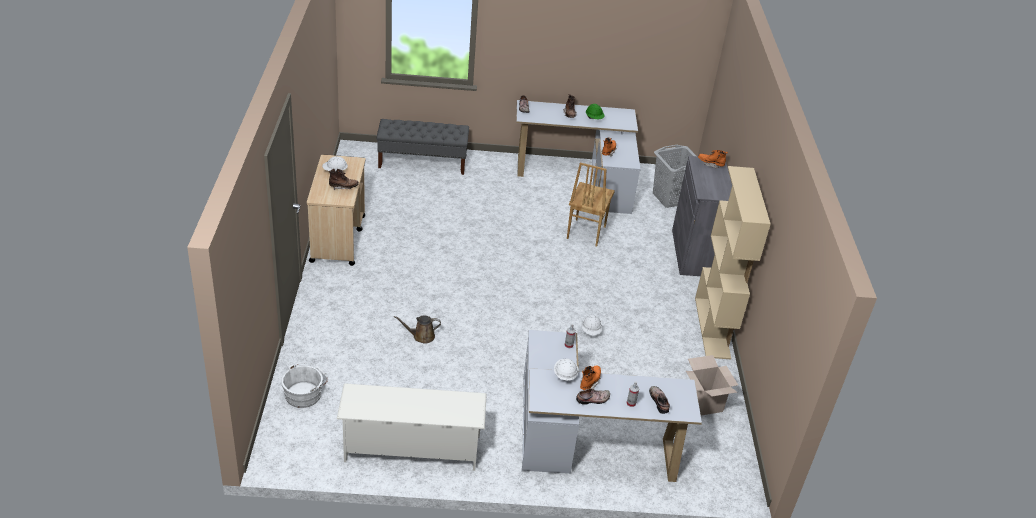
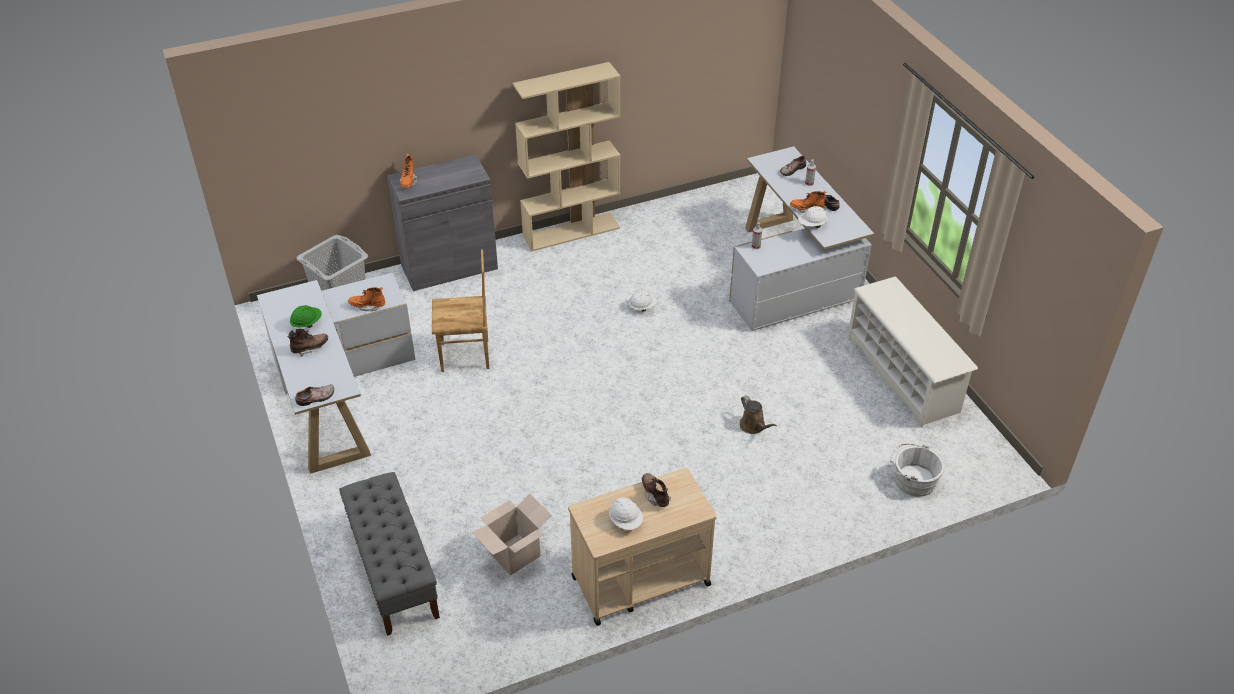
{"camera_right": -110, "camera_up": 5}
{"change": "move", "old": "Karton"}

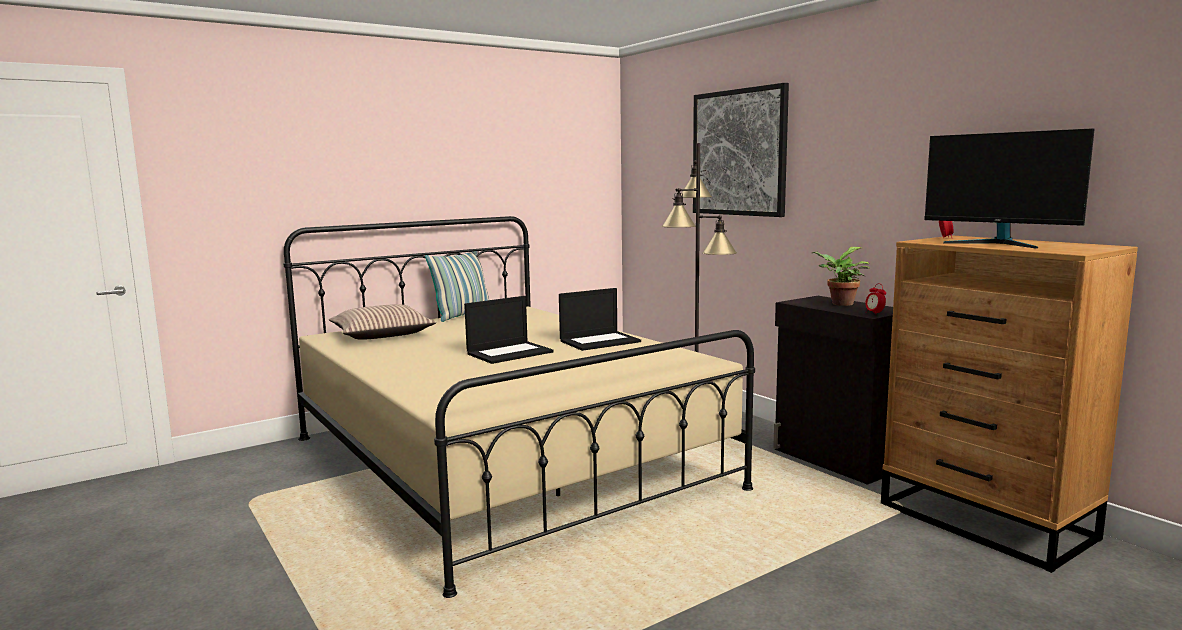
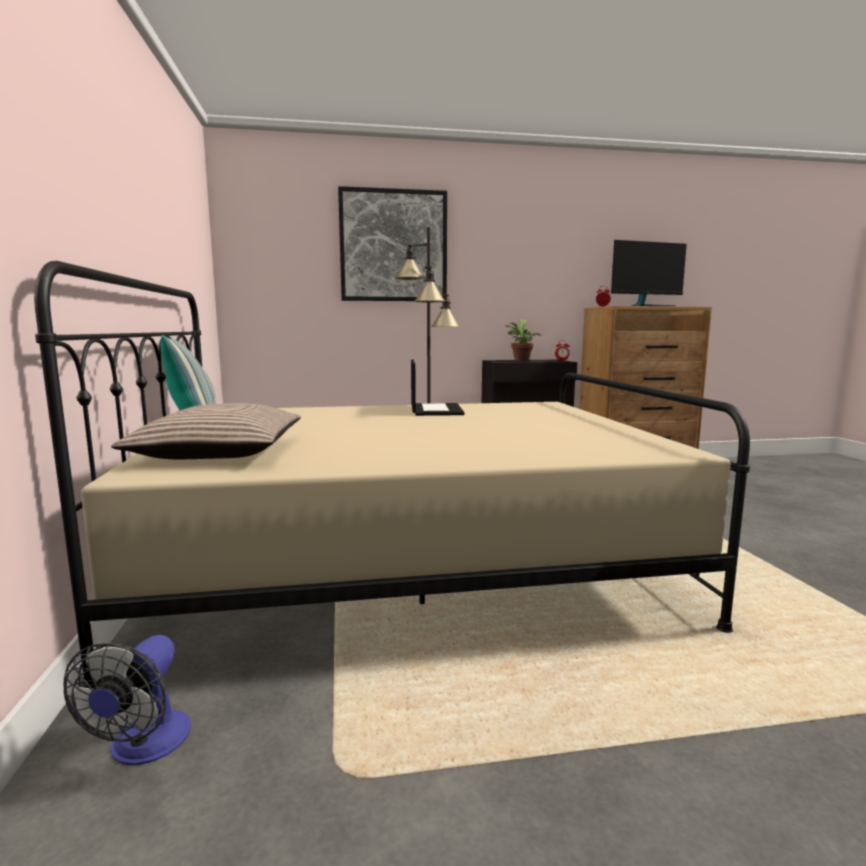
{"camera_right": -65, "camera_up": 0}
{"change": "delete", "old": "Laptop (1st from left)"}
{"change": "insert", "new": "Ventilator"}

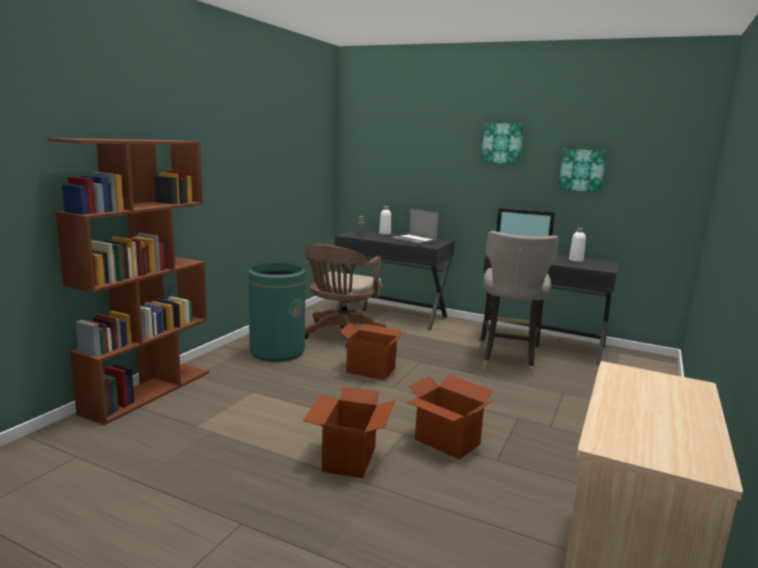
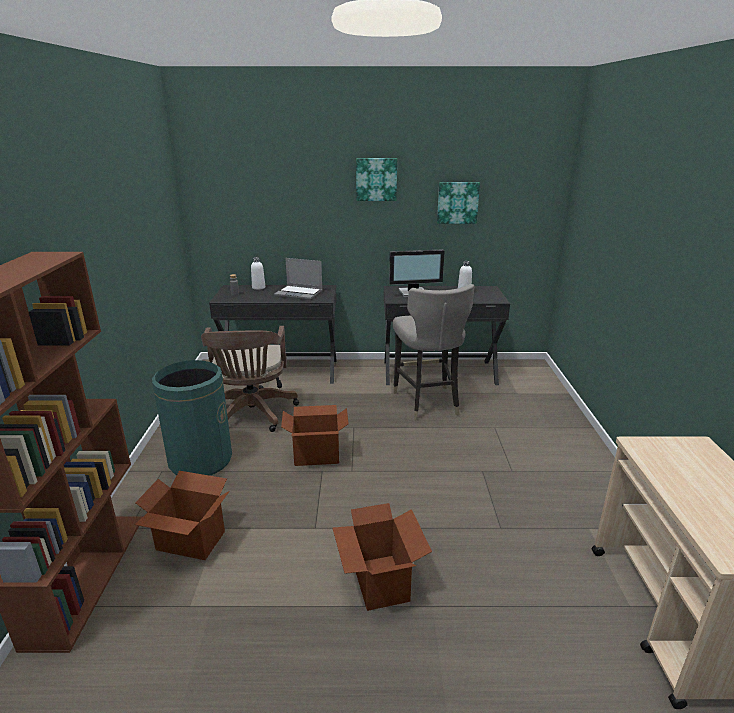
{"camera_right": -25, "camera_up": 10}
{"change": "move", "old": "Karton (3rd from left in the first image)", "new": "Karton (1st from left)"}

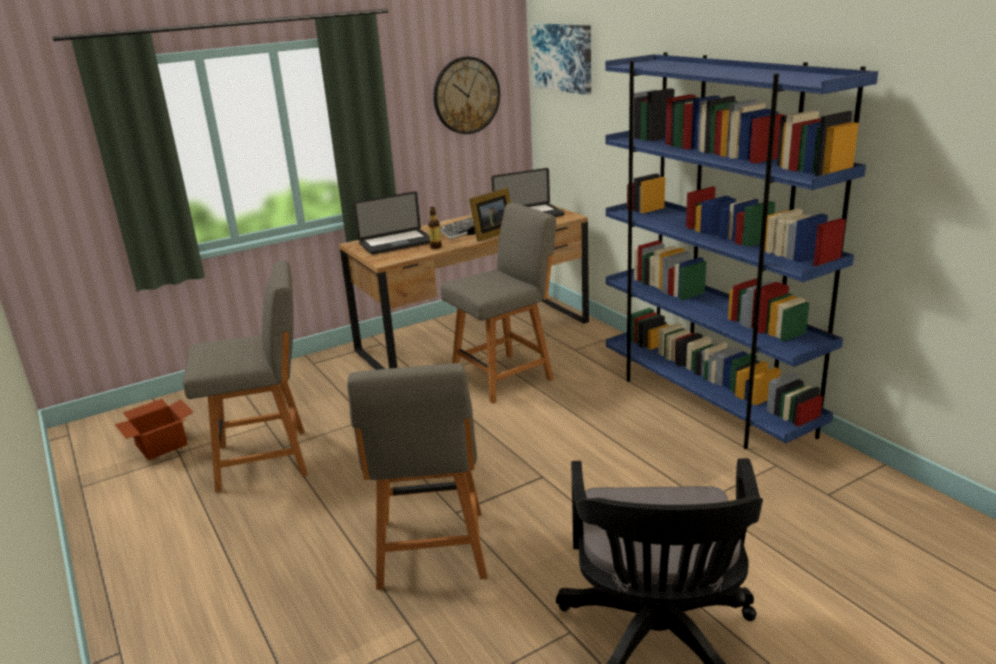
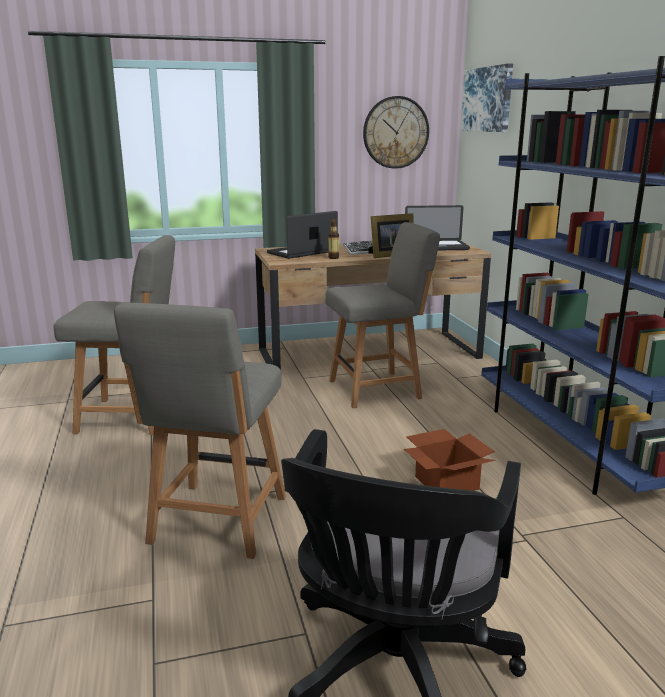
{"camera_right": 15, "camera_up": -5}
{"change": "move", "old": "Karton"}
{"change": "rotate", "old": "Laptop (1st from left)", "degrees": 150}

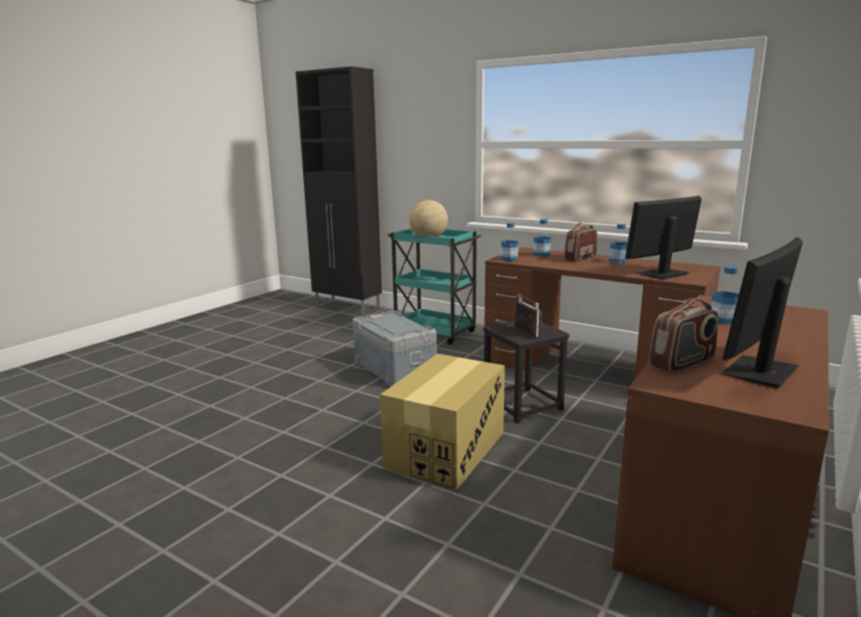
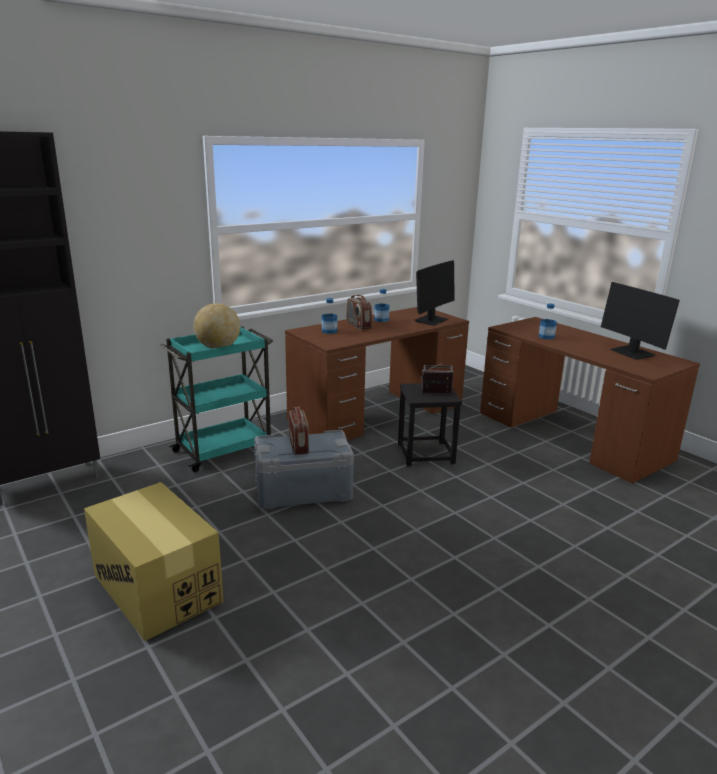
{"camera_right": -70, "camera_up": 5}
{"change": "move", "old": "Karton"}
{"change": "delete", "old": "Flasche (1st from left)"}
{"change": "rotate", "old": "Monitor (1st from left)", "degrees": -135}
{"change": "move", "old": "Radio (3rd from left in the first image)", "new": "Radio (1st from left)"}

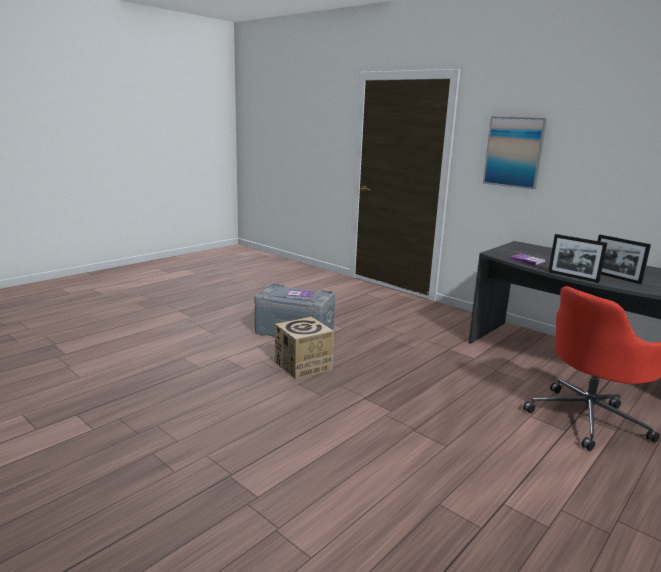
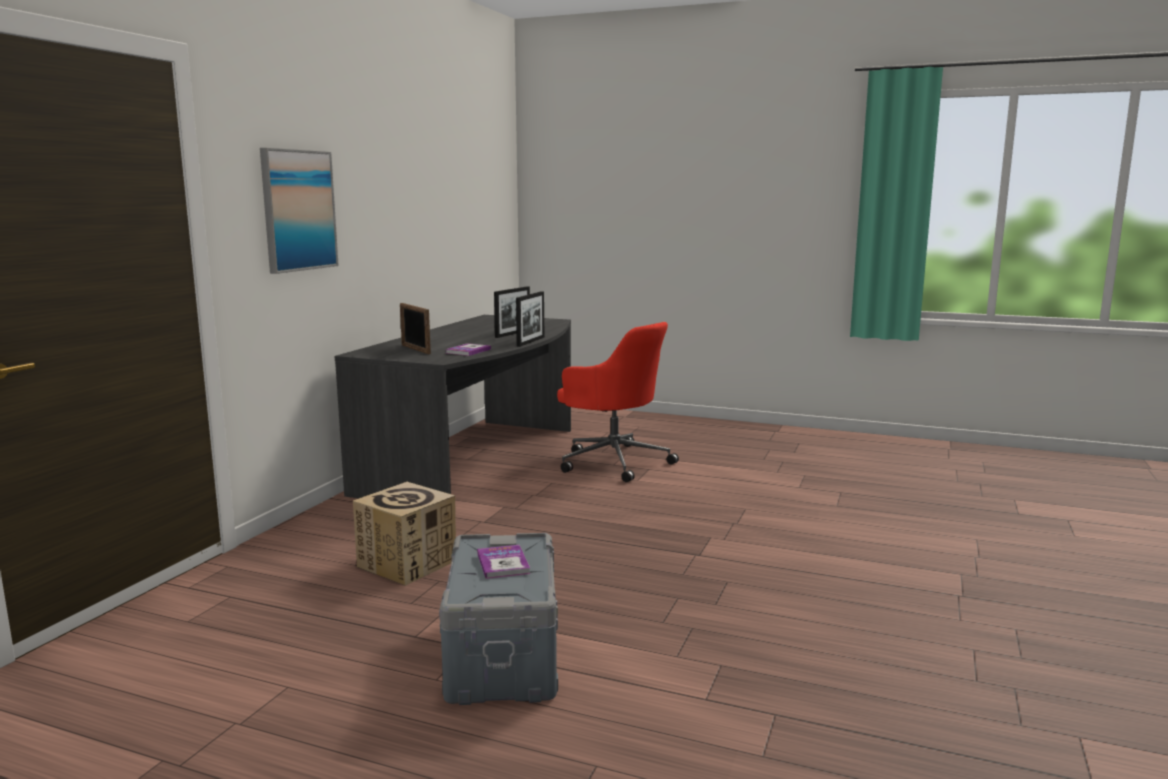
{"camera_right": -110, "camera_up": -5}
{"change": "move", "old": "Karton"}
{"change": "insert", "new": "Bilderrahmen (1st from left)"}

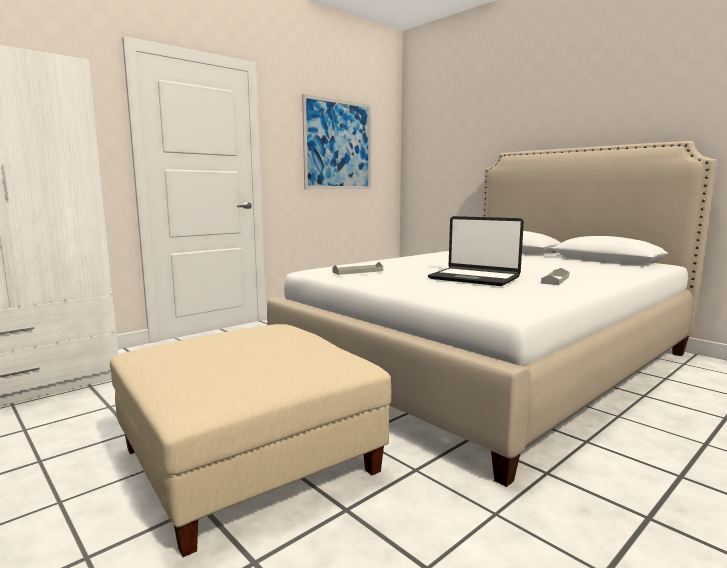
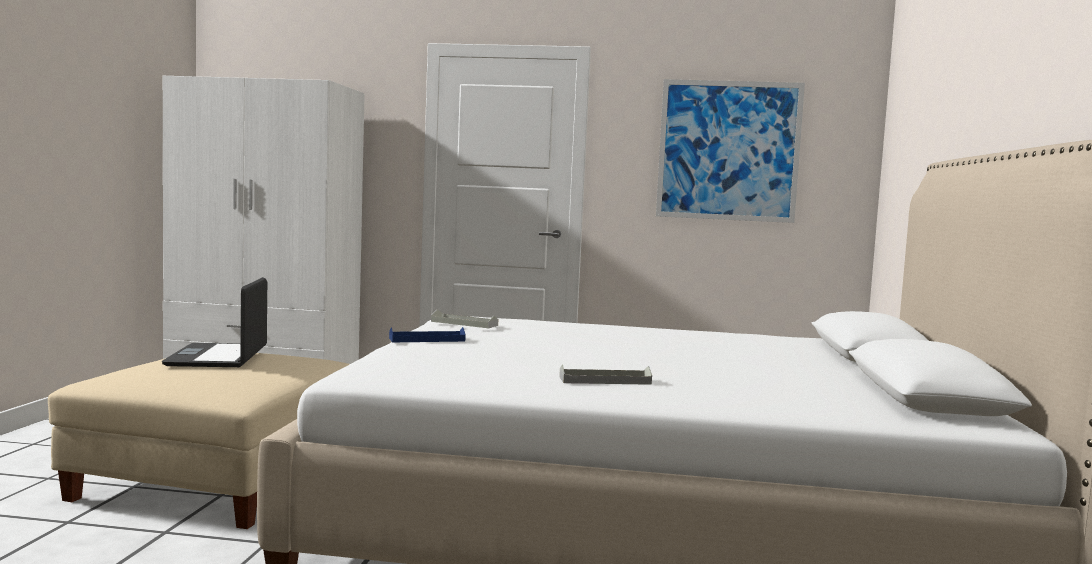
{"camera_right": 50, "camera_up": -5}
{"change": "move", "old": "Laptop"}
{"change": "insert", "new": "Tablett [blau]"}

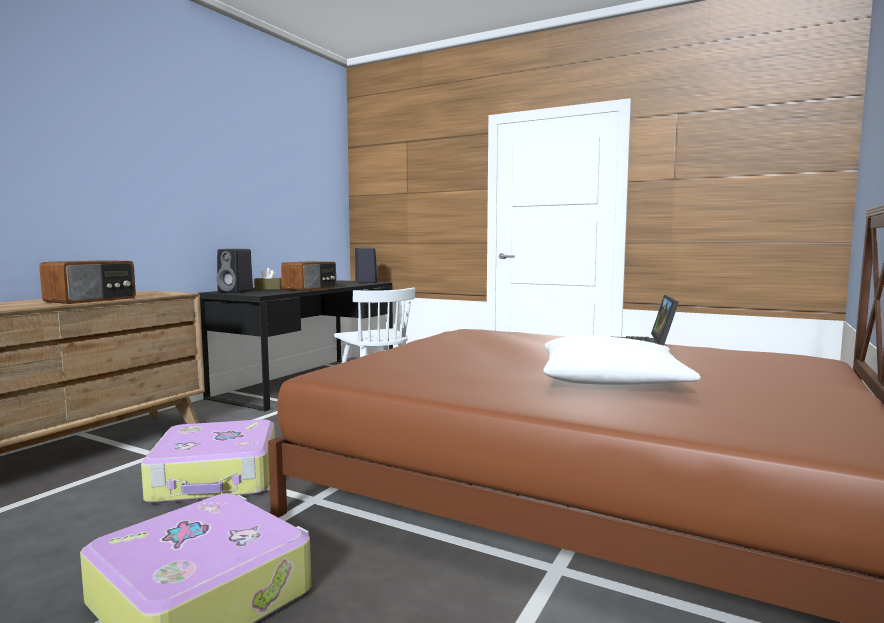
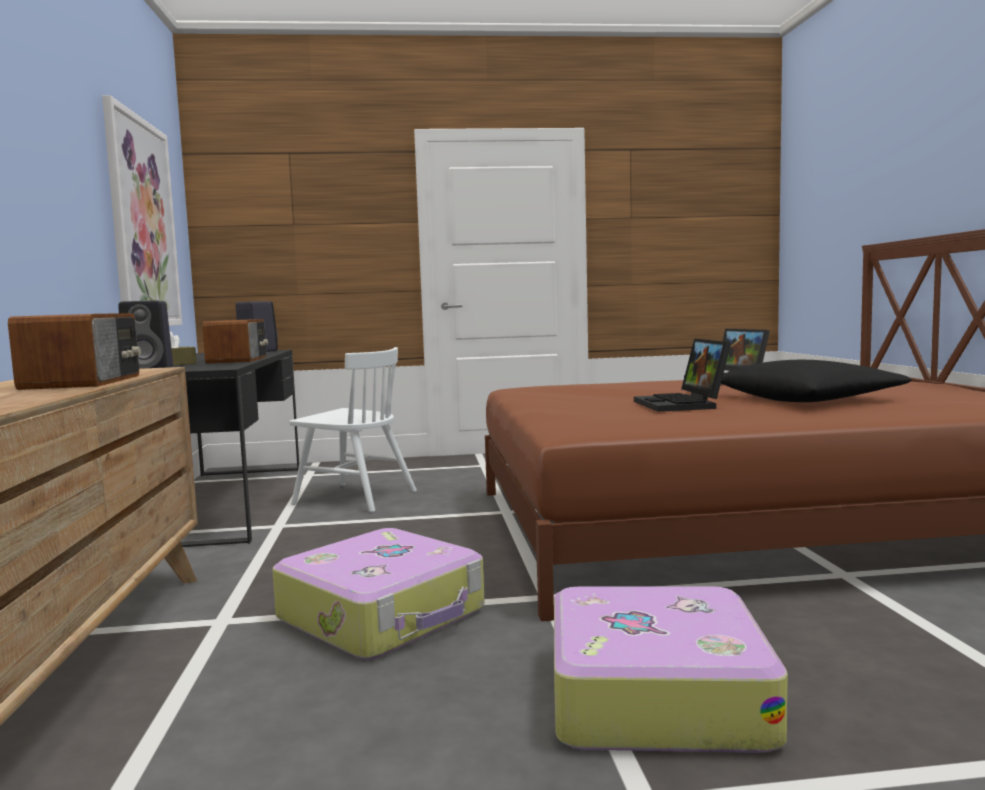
{"camera_right": -35, "camera_up": 0}
{"change": "recolor", "old": "Kissen [weiß]", "new": "Kissen [schwarz]"}
{"change": "insert", "new": "Bild"}
{"change": "insert", "new": "Laptop (1st from left)"}

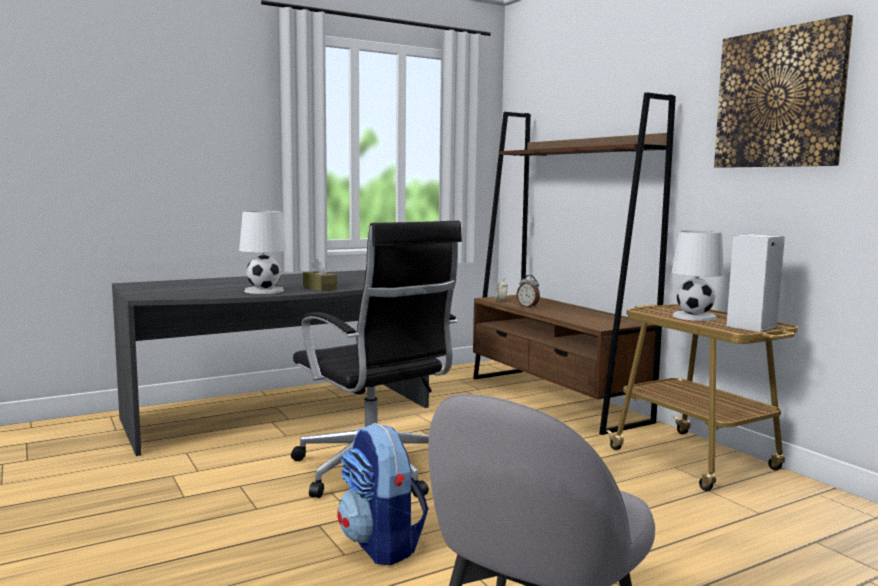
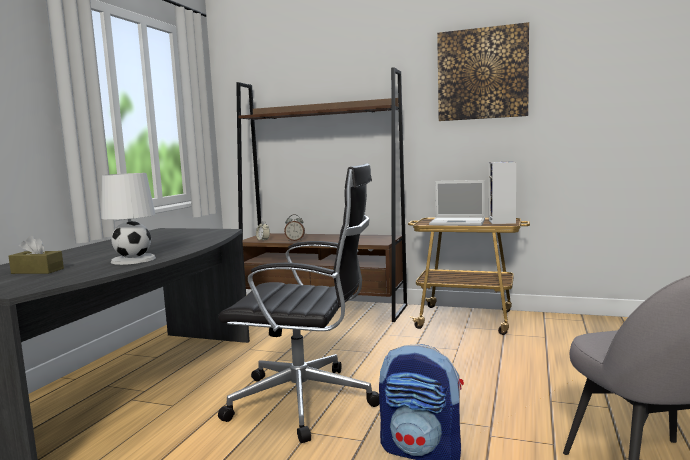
{"camera_right": -40, "camera_up": 0}
{"change": "move", "old": "Taschentuchbox [braun]"}
{"change": "replace", "old": "Tischlampe [weiß] (2nd from left)", "new": "Laptop"}

